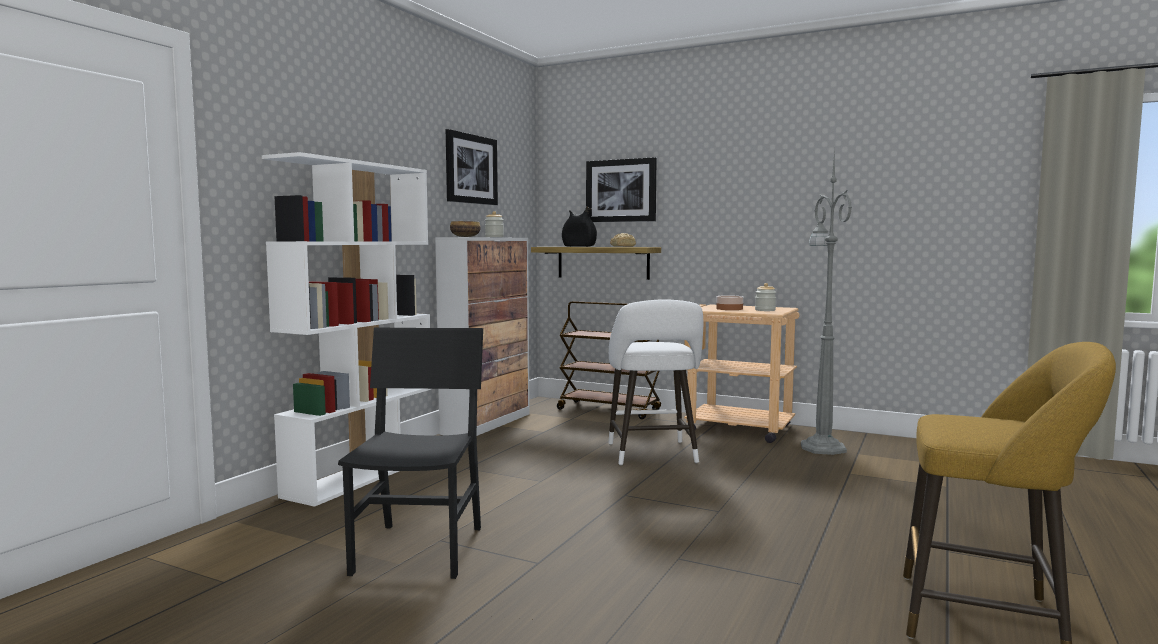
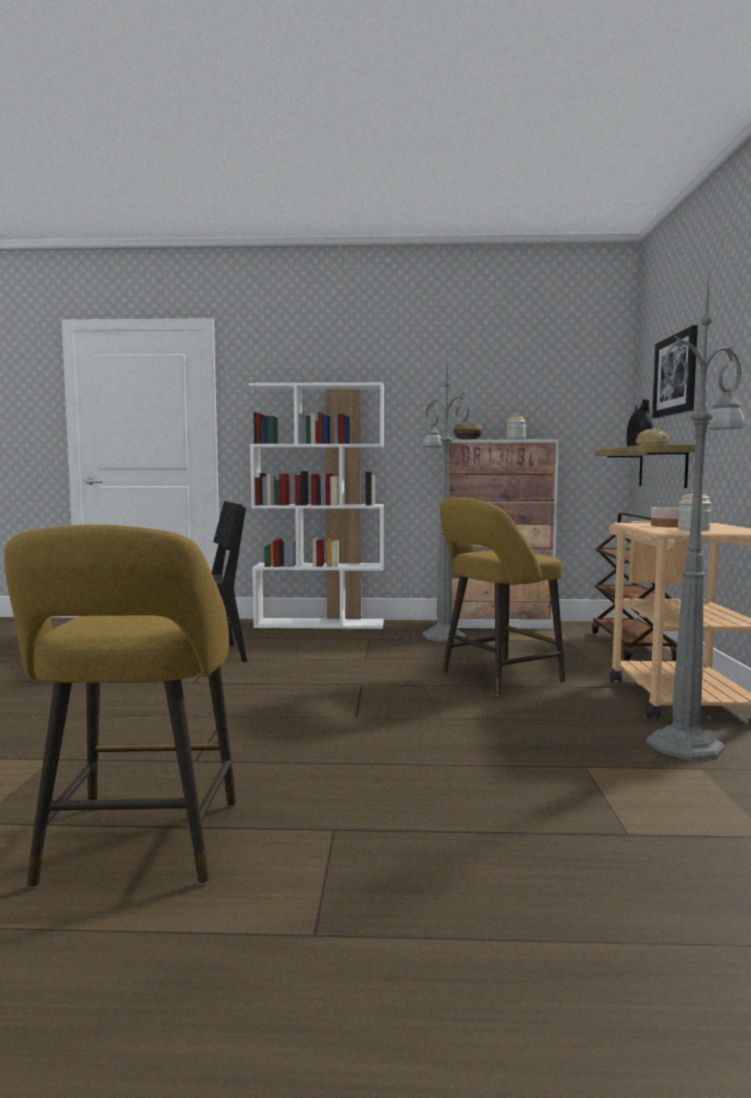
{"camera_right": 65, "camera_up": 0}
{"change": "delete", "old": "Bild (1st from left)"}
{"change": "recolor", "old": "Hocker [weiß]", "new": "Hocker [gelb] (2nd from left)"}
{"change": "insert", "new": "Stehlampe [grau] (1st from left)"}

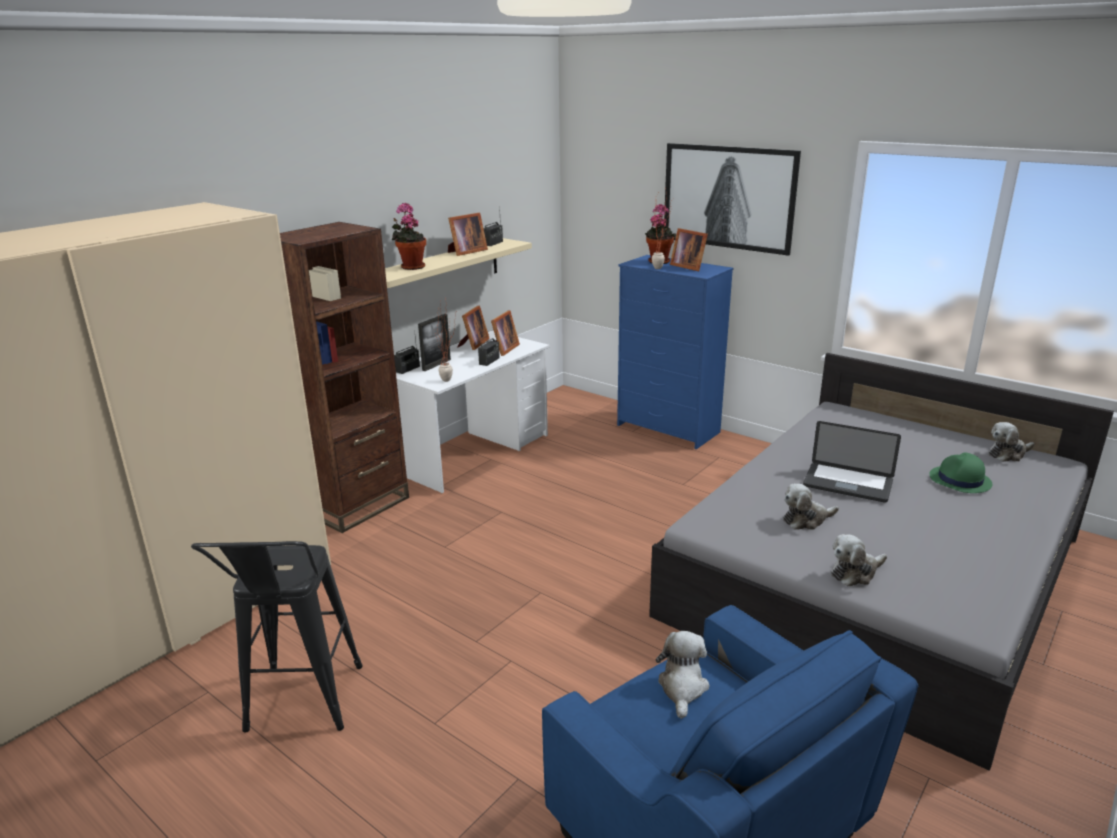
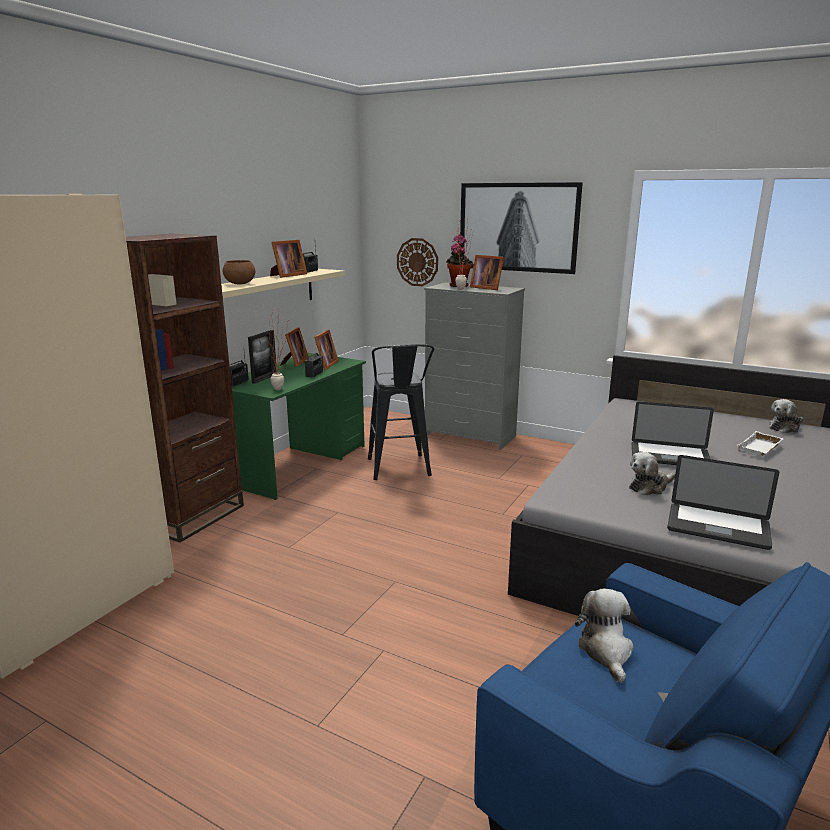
{"camera_right": -10, "camera_up": -5}
{"change": "move", "old": "Hocker [schwarz]"}
{"change": "replace", "old": "Topfpflanze (1st from left)", "new": "Schüssel [braun]"}
{"change": "recolor", "old": "Schreibtisch [weiß]", "new": "Schreibtisch [grün]"}
{"change": "recolor", "old": "Kommode [blau]", "new": "Kommode [grau]"}
{"change": "replace", "old": "Plüschtier (3rd from left)", "new": "Laptop (2nd from left)"}
{"change": "replace", "old": "Hut [grün]", "new": "Tablett [weiß]"}
{"change": "insert", "new": "Wanduhr"}

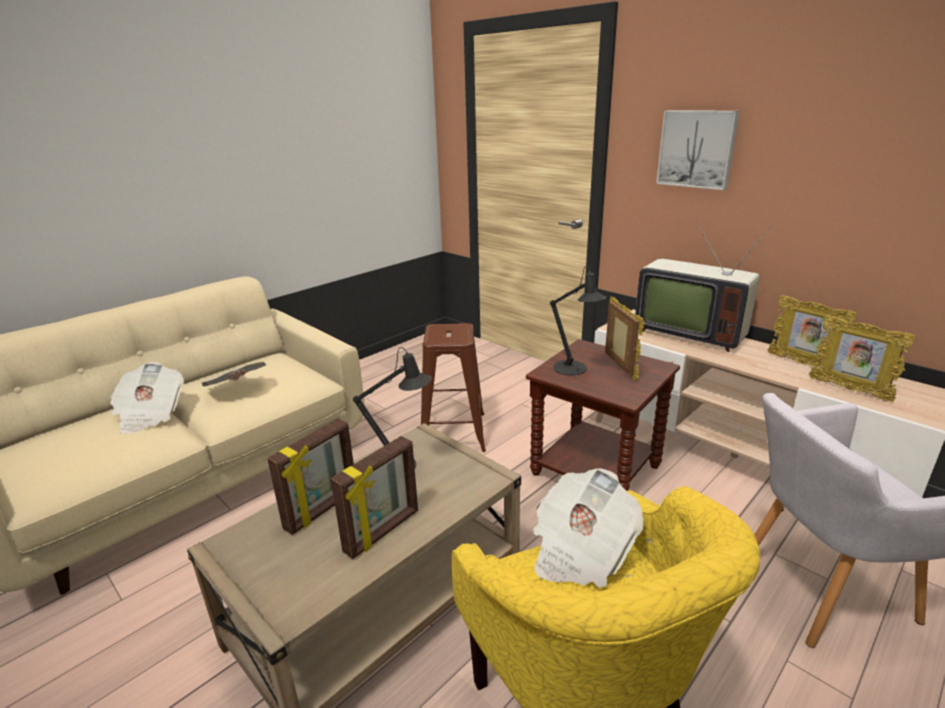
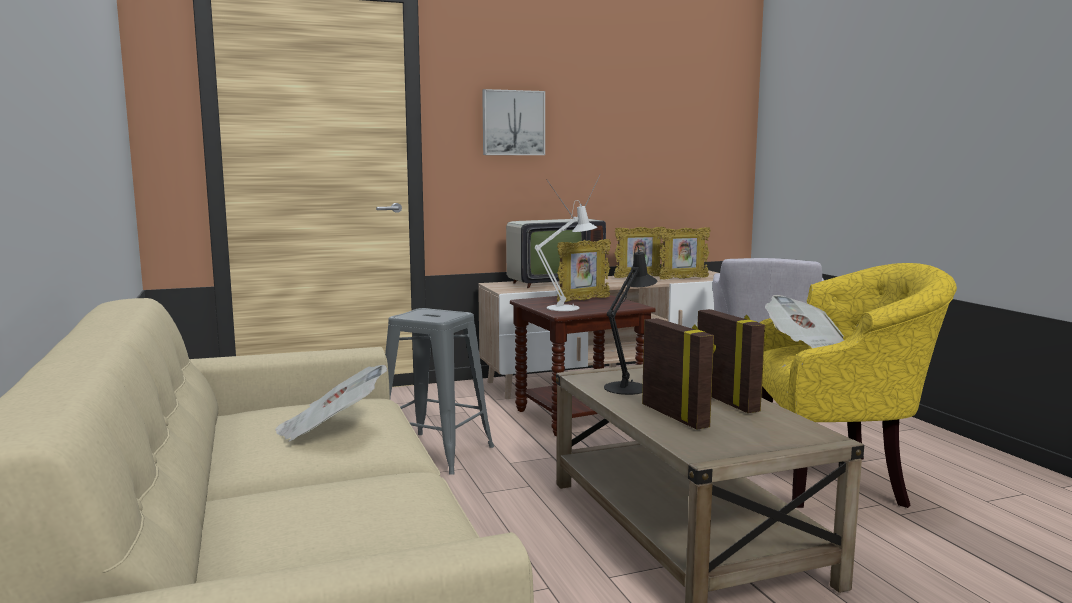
{"camera_right": -65, "camera_up": -15}
{"change": "delete", "old": "Zeitung (1st from left)"}
{"change": "recolor", "old": "Hocker [braun]", "new": "Hocker [grau]"}
{"change": "recolor", "old": "Tischlampe [schwarz] (2nd from left)", "new": "Tischlampe [weiß]"}
{"change": "rotate", "old": "Bilderrahmen (3rd from left in the first image)", "degrees": 135}

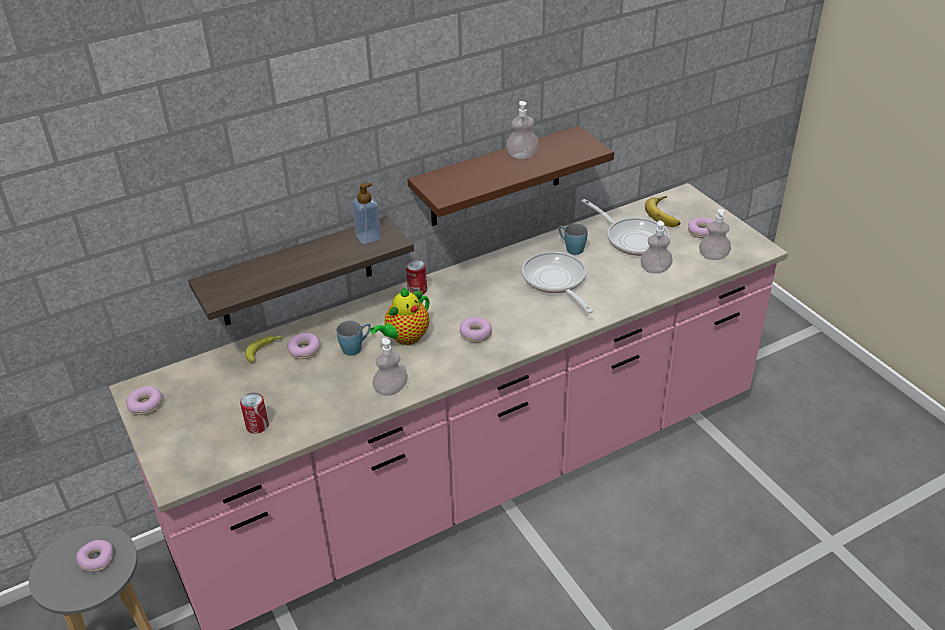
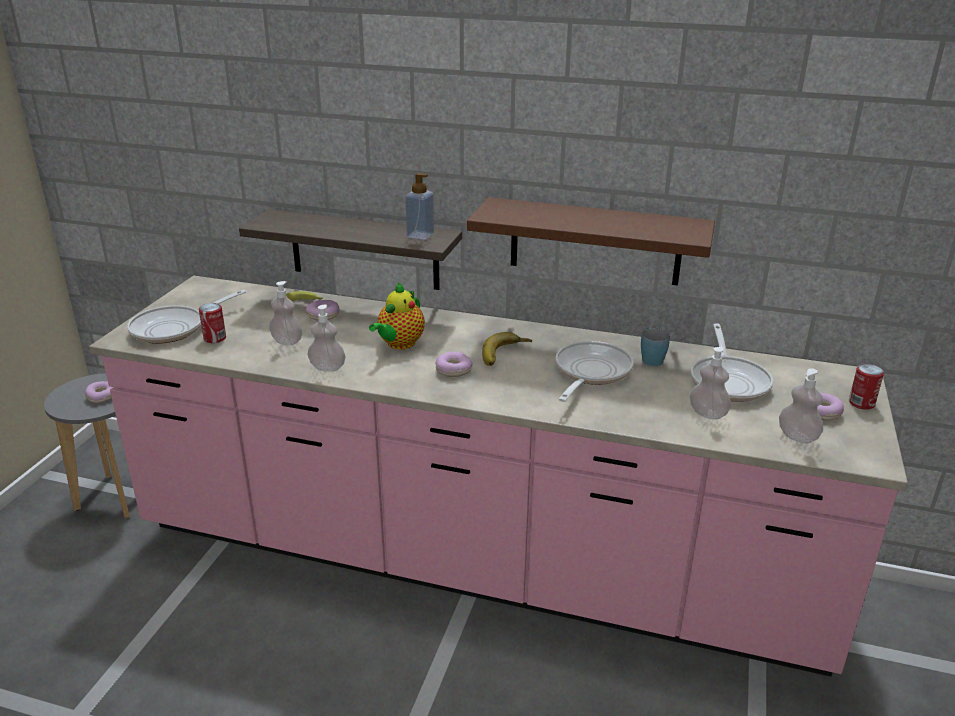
{"camera_right": 45, "camera_up": -10}
{"change": "delete", "old": "Donut (2nd from left)"}
{"change": "delete", "old": "Henkelbecher [blau] (1st from left)"}
{"change": "rotate", "old": "Teekanne", "degrees": -60}
{"change": "move", "old": "Dose (2nd from left)"}
{"change": "move", "old": "Seifenspender (3rd from left in the first image)", "new": "Seifenspender (1st from left)"}
{"change": "move", "old": "Banane (2nd from left)"}
{"change": "insert", "new": "Pfanne (1st from left)"}

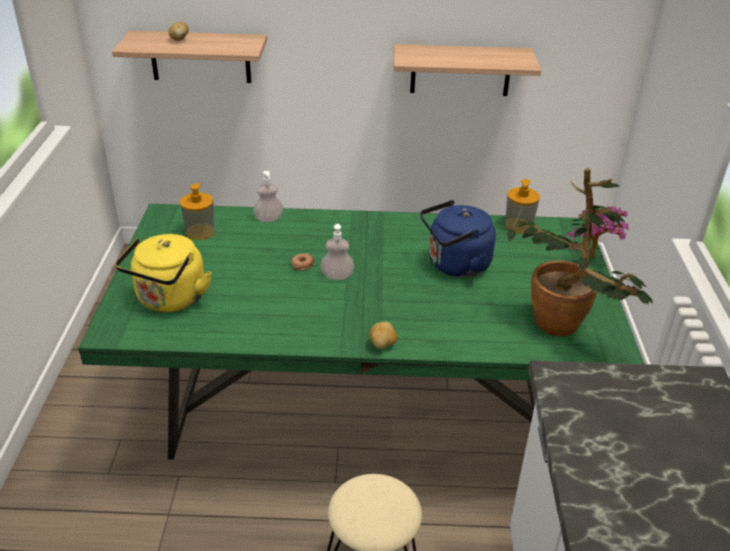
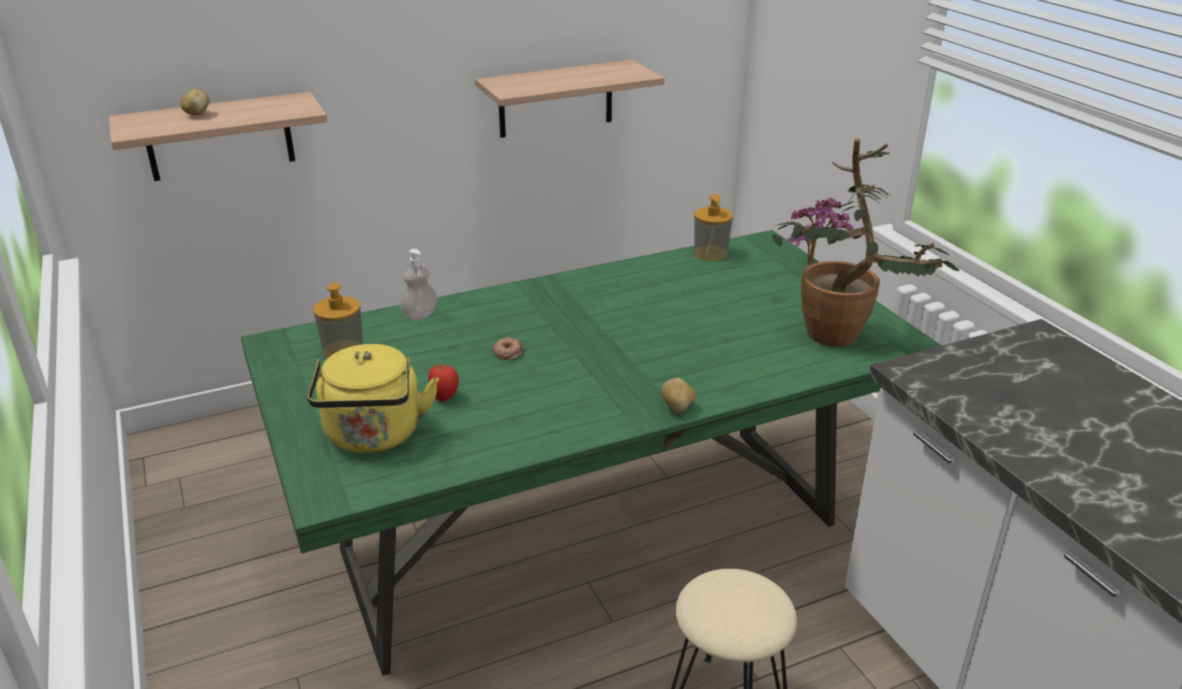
{"camera_right": -25, "camera_up": -5}
{"change": "delete", "old": "Seifenspender (3rd from left)"}
{"change": "delete", "old": "Wasserkessel [blau]"}
{"change": "insert", "new": "Tomate"}

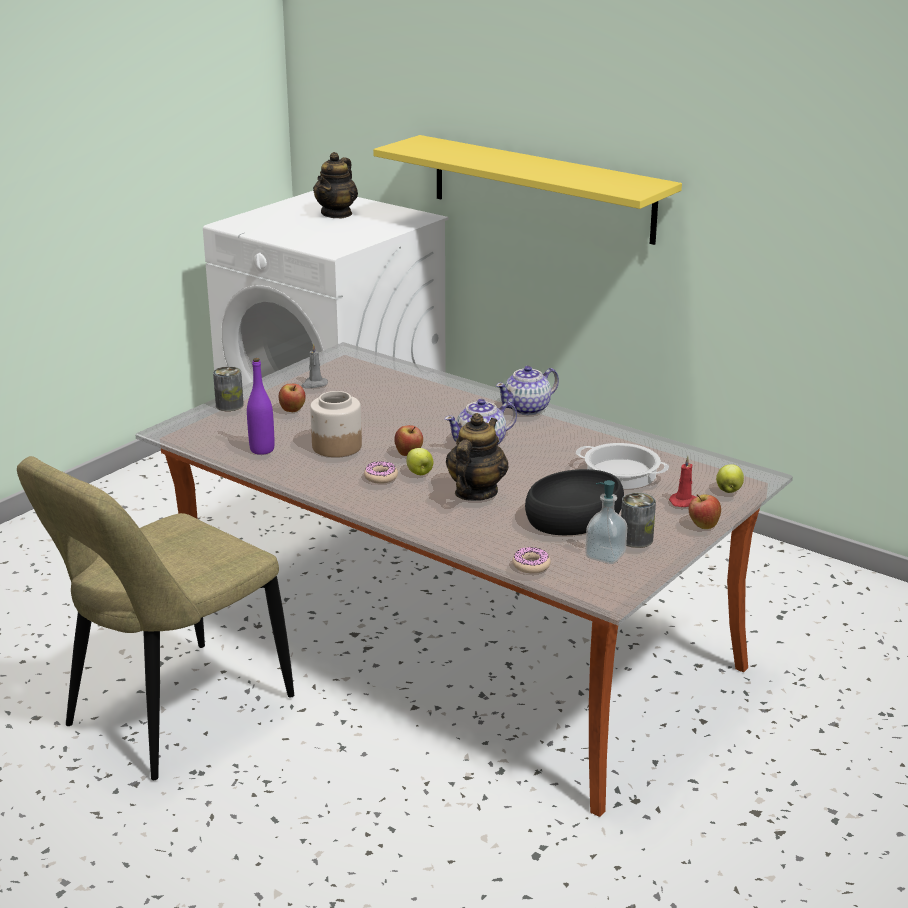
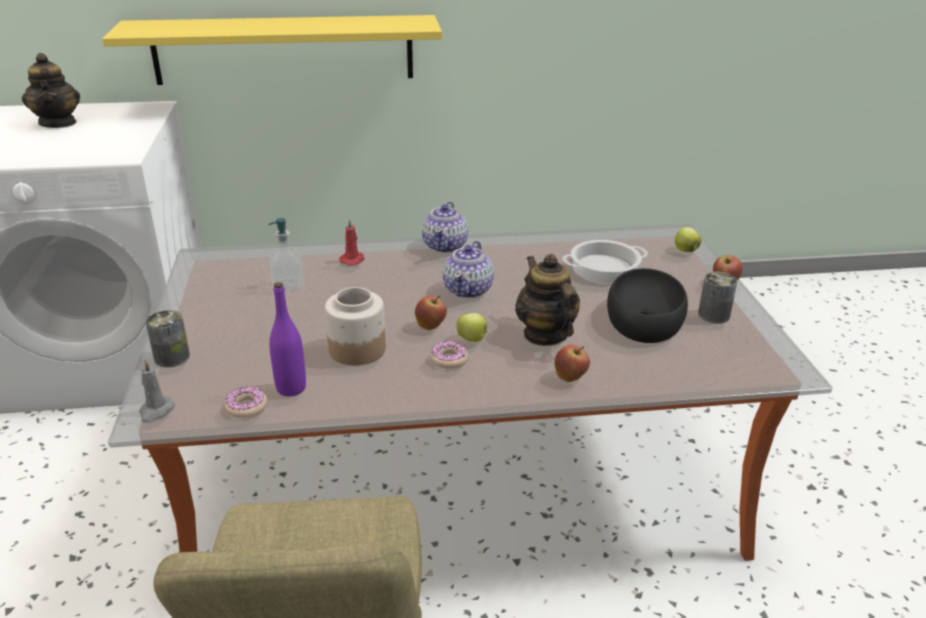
{"camera_right": -45, "camera_up": 5}
{"change": "move", "old": "Apfel (1st from left in the first image)", "new": "Apfel (3rd from left)"}
{"change": "move", "old": "Kerze [grau]"}
{"change": "move", "old": "Donut (2nd from left in the first image)", "new": "Donut (1st from left)"}
{"change": "move", "old": "Seifenspender"}
{"change": "move", "old": "Kerze [rot]"}

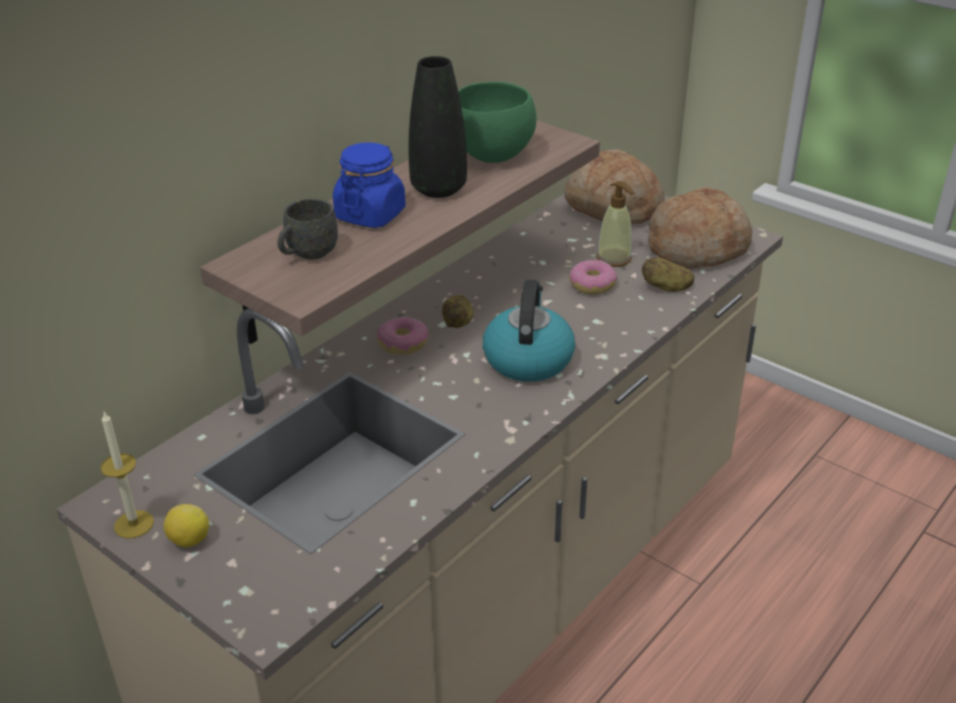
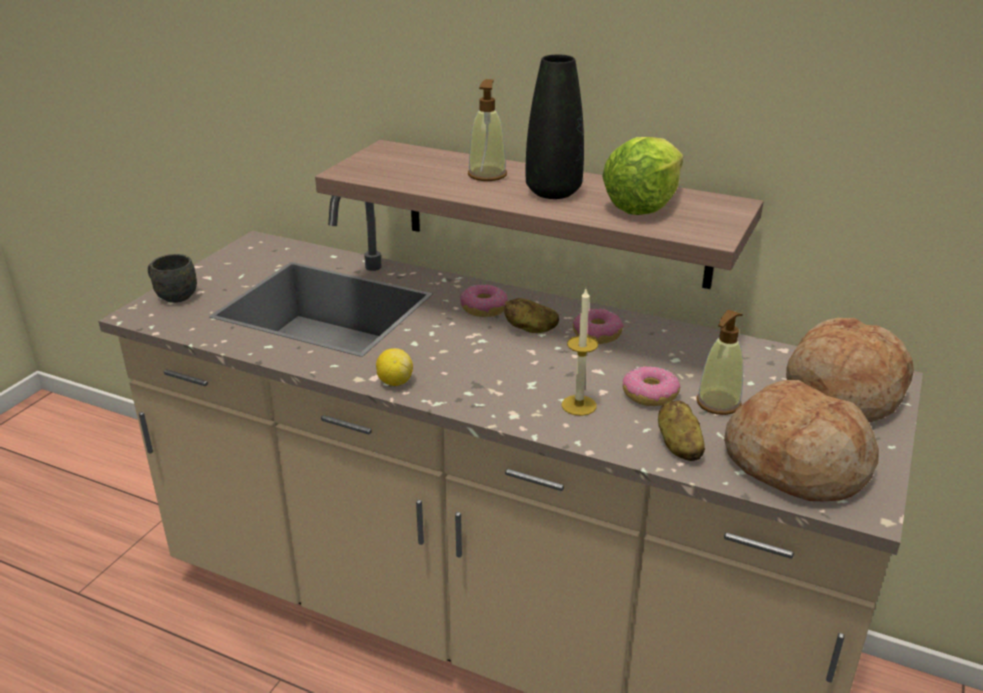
{"camera_right": 75, "camera_up": -5}
{"change": "move", "old": "Kerze"}
{"change": "move", "old": "Zitrone"}
{"change": "move", "old": "Henkelbecher [grau]"}
{"change": "replace", "old": "Vorratsglas [blau]", "new": "Seifenspender (1st from left)"}
{"change": "replace", "old": "Schüssel [grün]", "new": "Salatkopf"}
{"change": "delete", "old": "Wasserkessel"}
{"change": "insert", "new": "Donut (2nd from left)"}

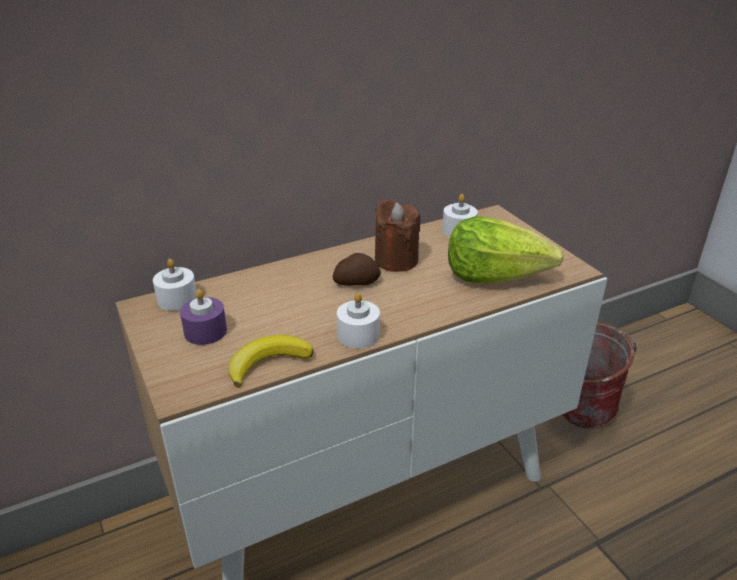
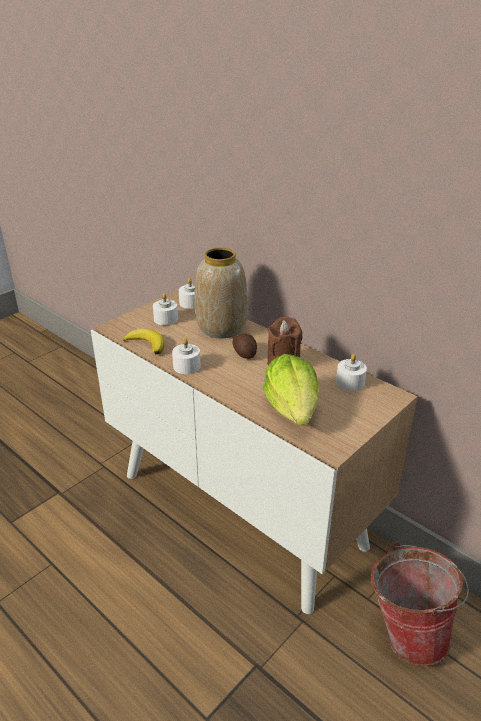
{"camera_right": 70, "camera_up": 0}
{"change": "recolor", "old": "Kerze [lila]", "new": "Kerze [weiß] (1st from left)"}
{"change": "insert", "new": "Vase"}

